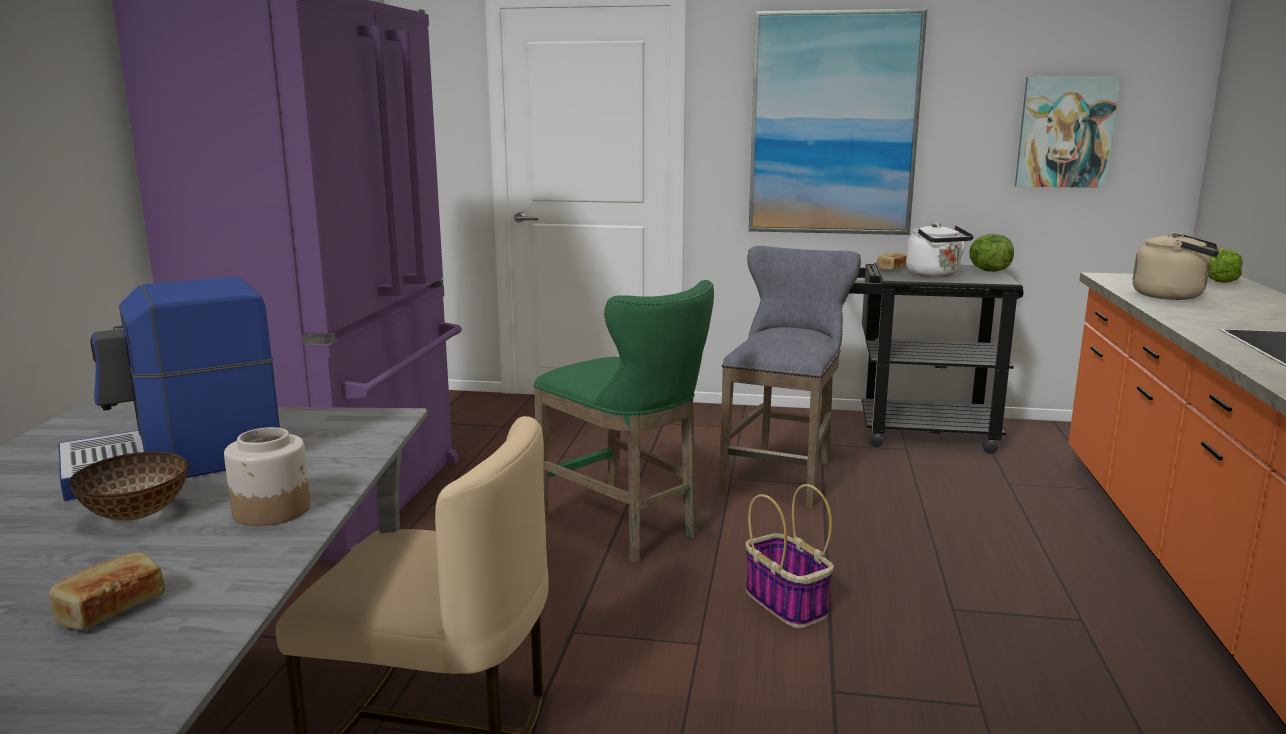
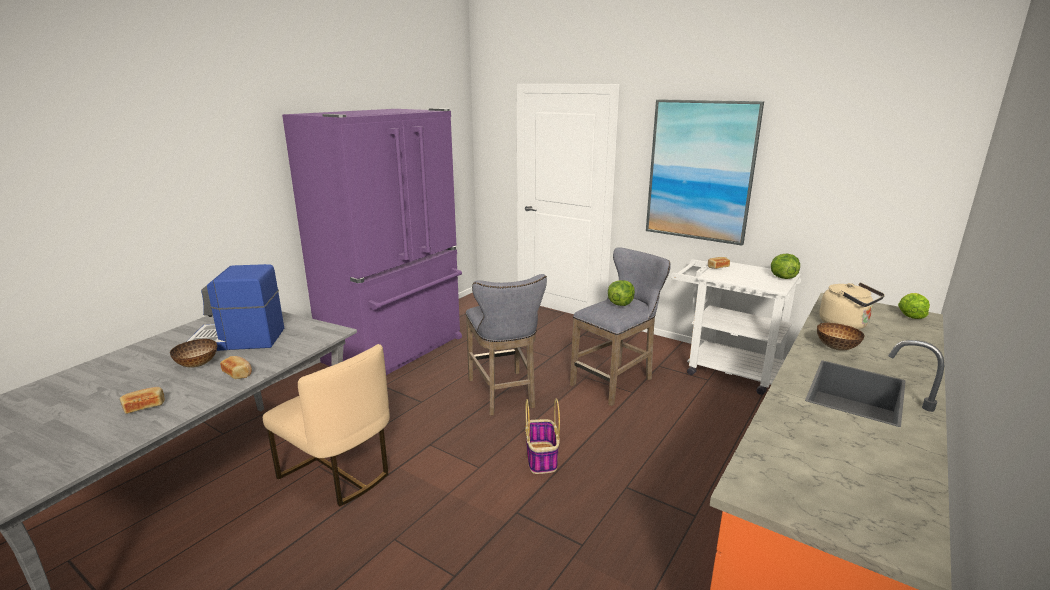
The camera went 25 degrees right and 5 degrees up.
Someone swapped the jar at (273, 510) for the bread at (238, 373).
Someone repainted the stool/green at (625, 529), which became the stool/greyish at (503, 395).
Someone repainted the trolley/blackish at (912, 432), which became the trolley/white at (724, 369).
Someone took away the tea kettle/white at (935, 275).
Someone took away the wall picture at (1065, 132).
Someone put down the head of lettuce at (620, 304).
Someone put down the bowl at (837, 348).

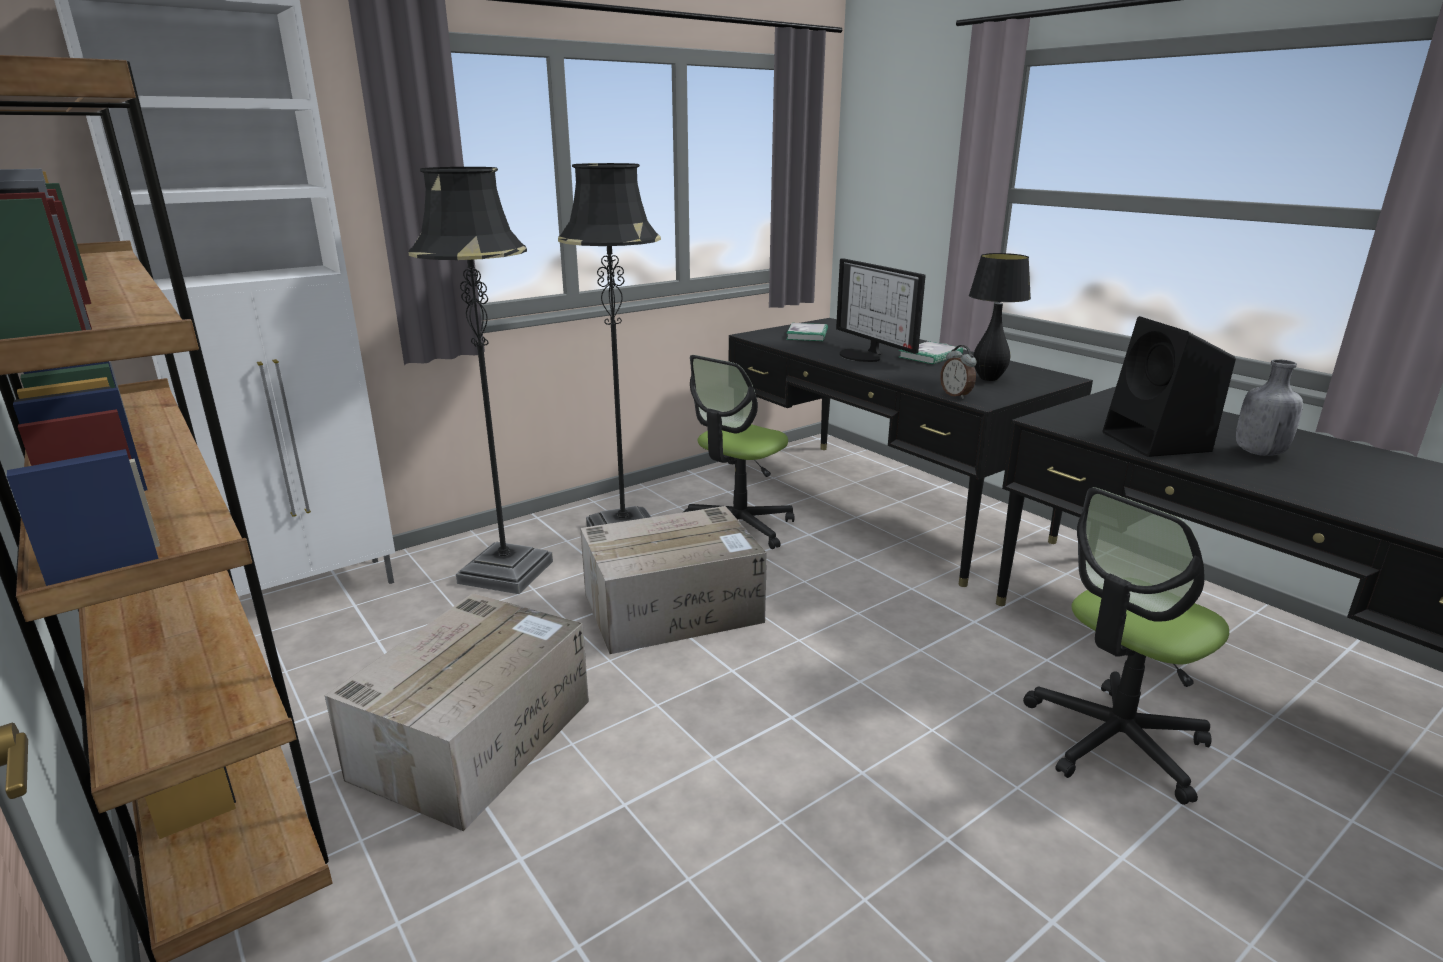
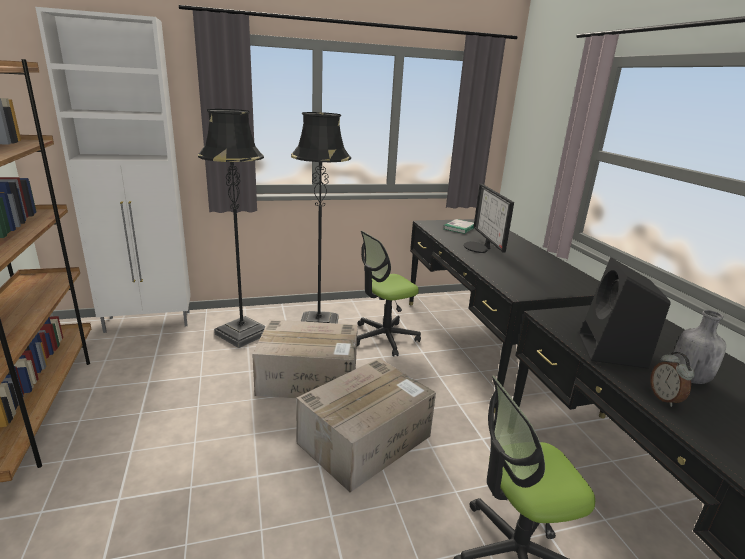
The camera went 20 degrees right and 0 degrees up.
Someone carried the packing box from (476, 736) to (365, 438).
Someone took away the bound book at (930, 356).
Someone carried the table clock from (956, 395) to (665, 398).
Someone took away the tabletop lamp/blackish at (988, 379).

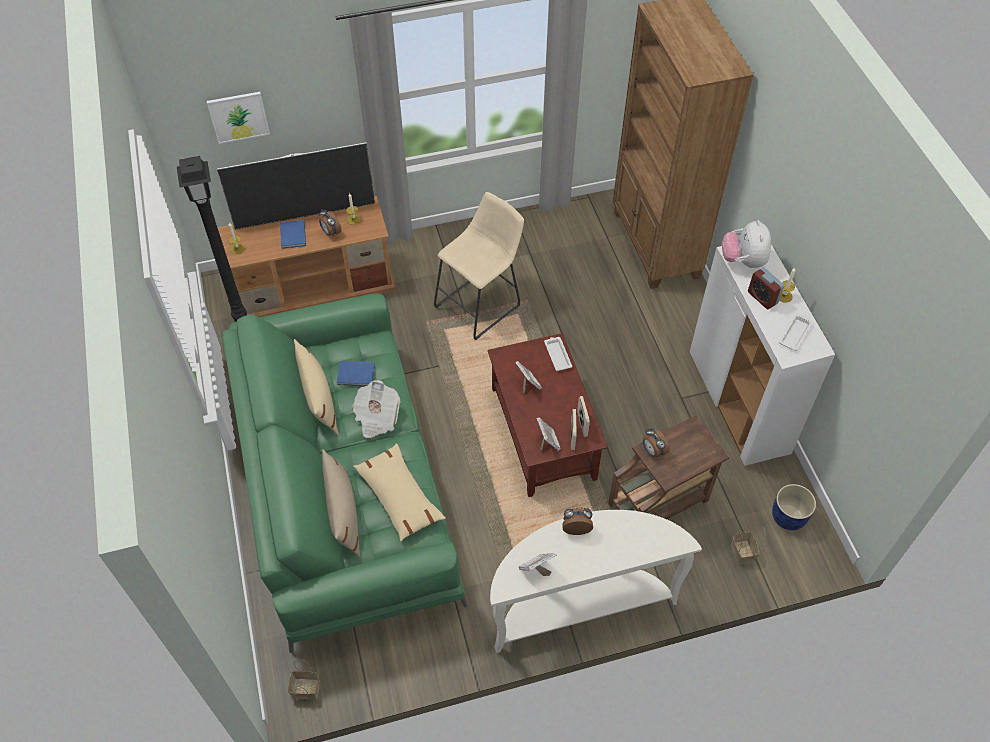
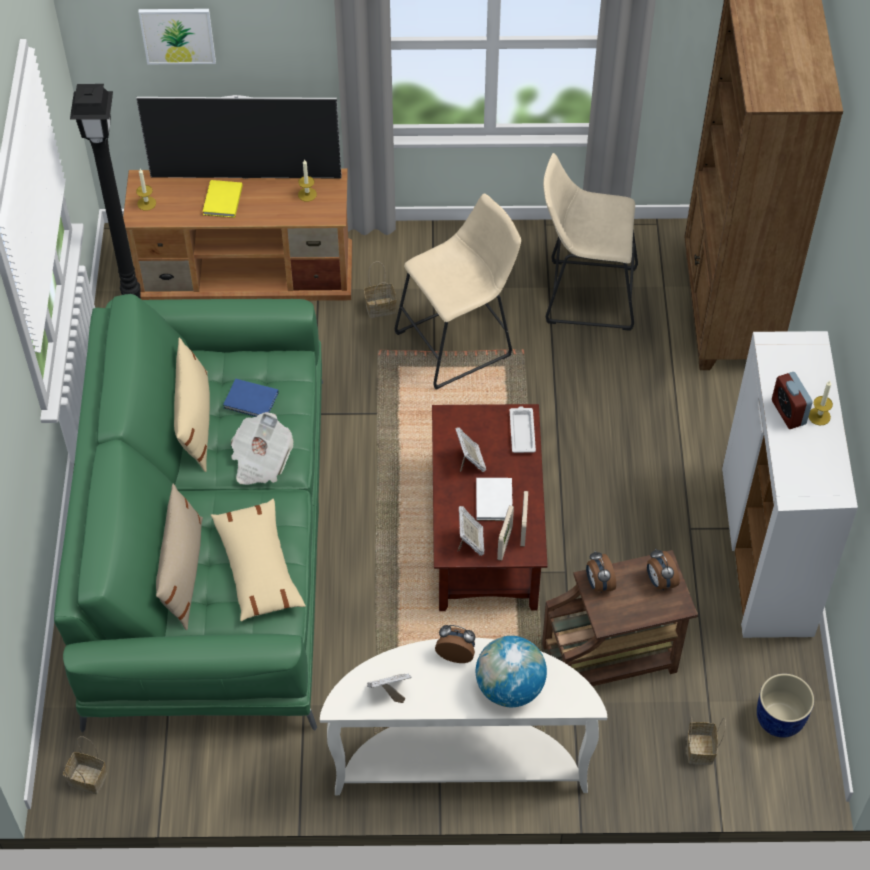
The camera went 15 degrees right and 0 degrees up.
Someone repainted the bound book/bluish at (292, 236), which became the bound book/yellow at (222, 201).
Someone carried the table clock from (330, 232) to (659, 581).
Someone took away the cuddly toy at (743, 261).
Someone took away the serving tray/white at (795, 333).
Someone put down the basket at (381, 307).
Someone put down the bound book/white at (495, 499).
Someone put down the desk globe at (509, 687).
Someone put down the stool/sand-coloured at (584, 294).

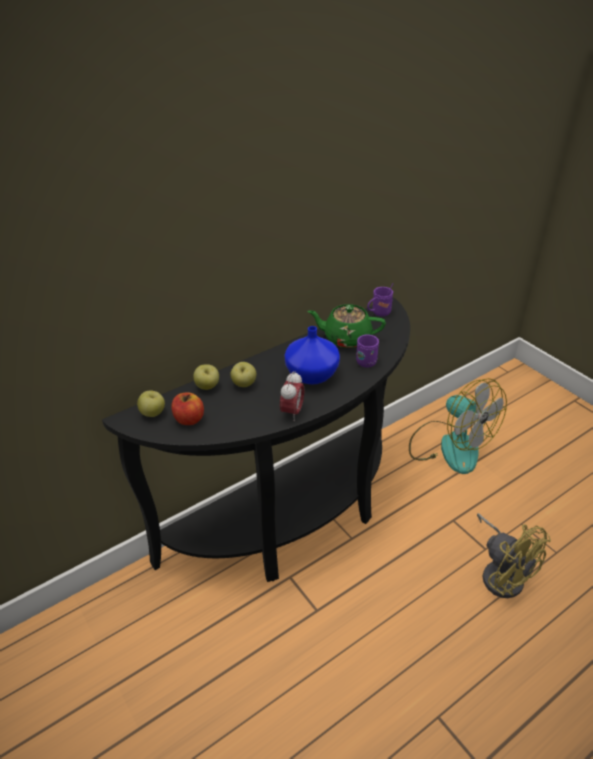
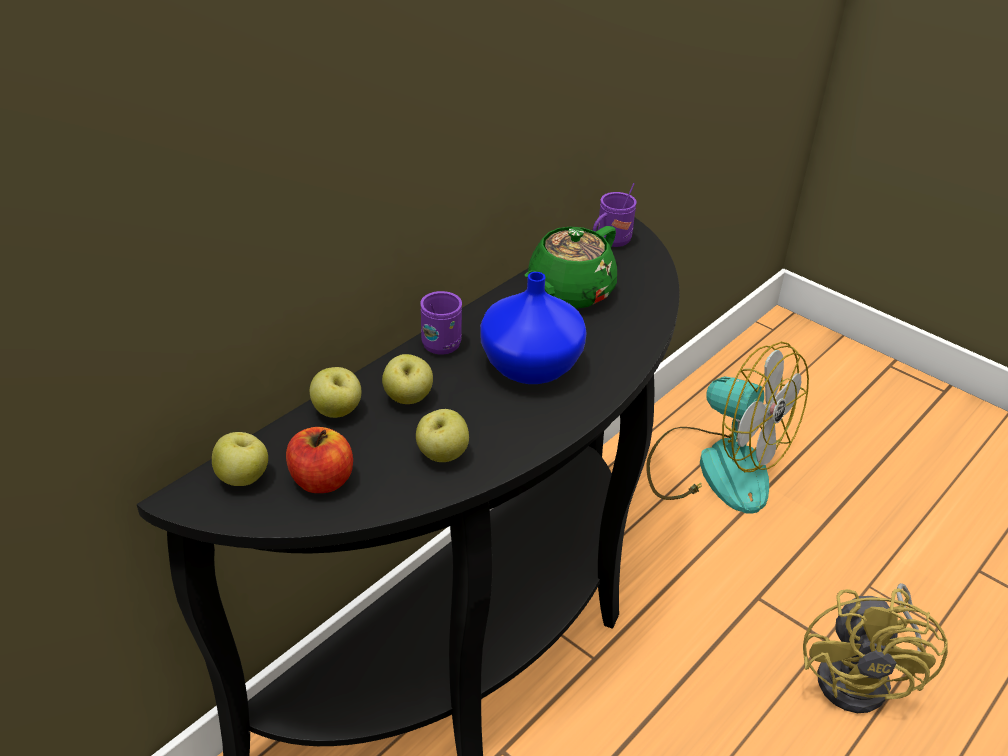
The camera went 15 degrees left and 0 degrees up.
Someone took away the table clock at (292, 412).
Someone rotated the pot for tea/green at (346, 338) by 45 degrees counterclockwise.
Someone carried the coffee mug/purplish from (368, 361) to (444, 342).
Someone rotated the cooling fan/yellow at (502, 573) by 60 degrees clockwise.
Someone put down the apple fruit at (442, 455).

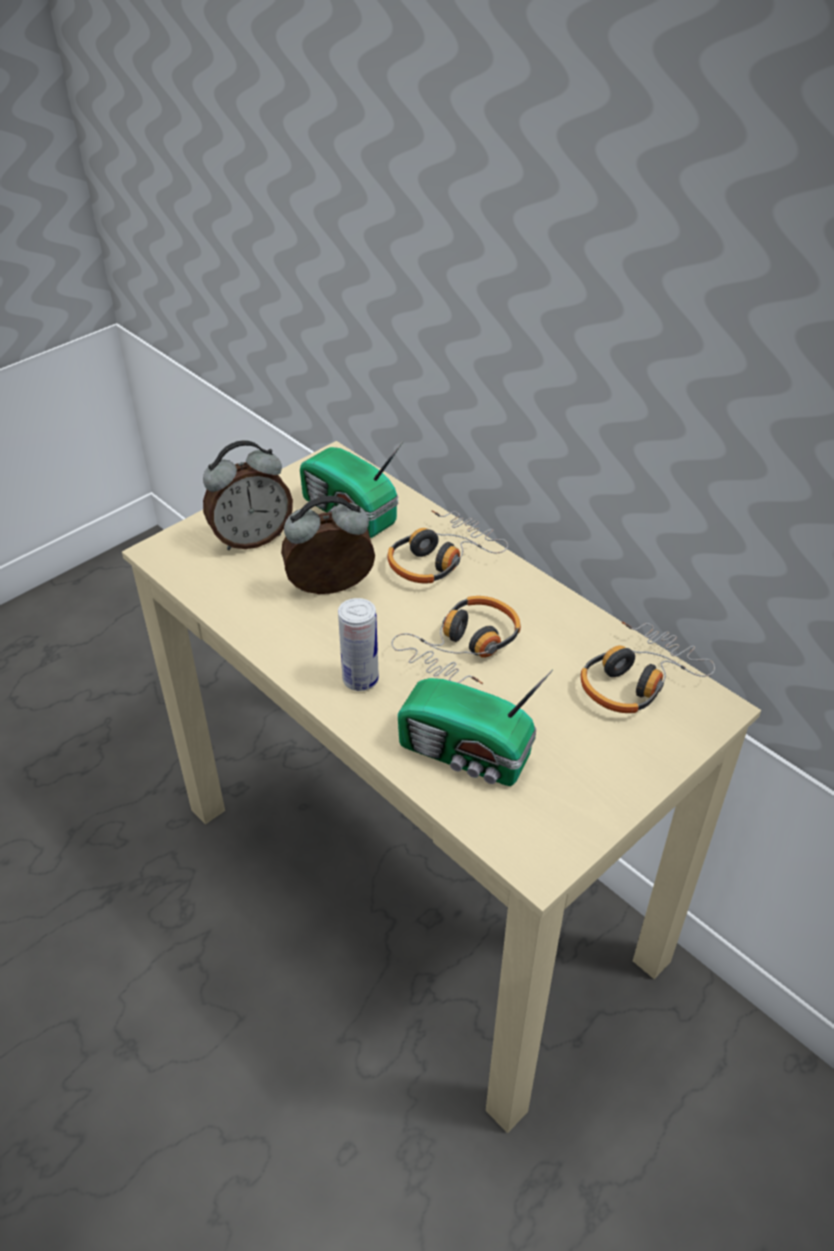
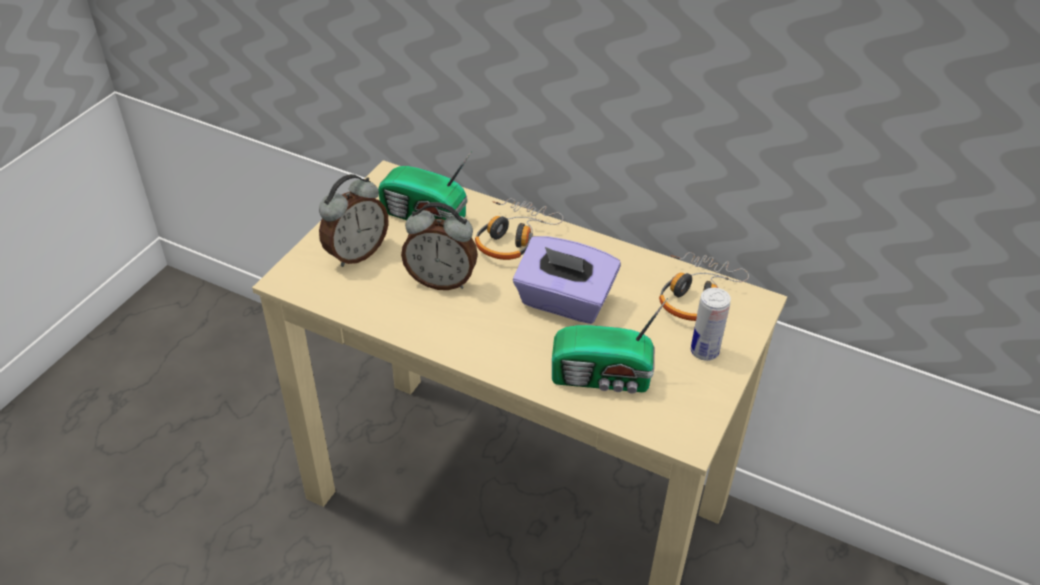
The camera went 20 degrees left and 0 degrees up.
Someone rotated the table clock at (331, 590) by 135 degrees counterclockwise.
Someone carried the can from (360, 679) to (704, 351).
Someone swapped the headset at (464, 649) for the box of tissues/purplish at (564, 301).

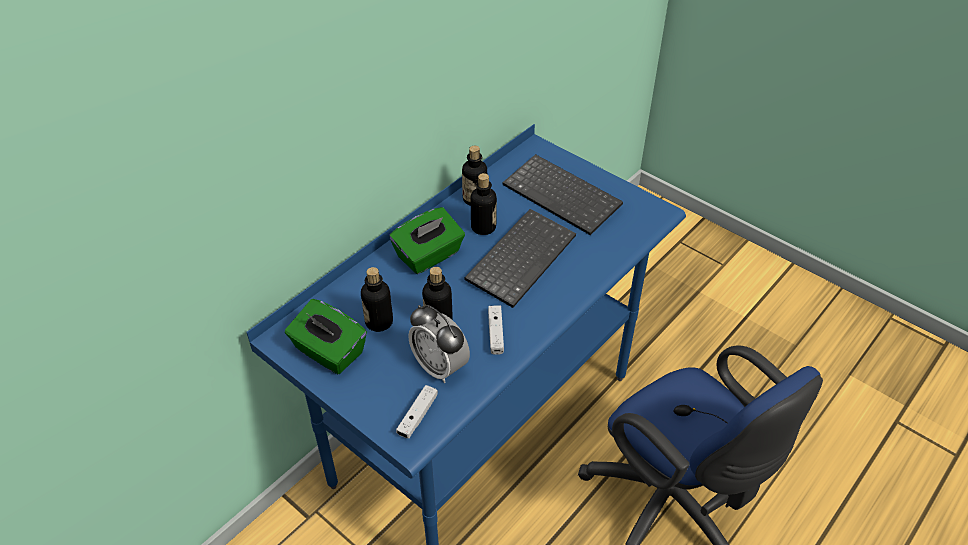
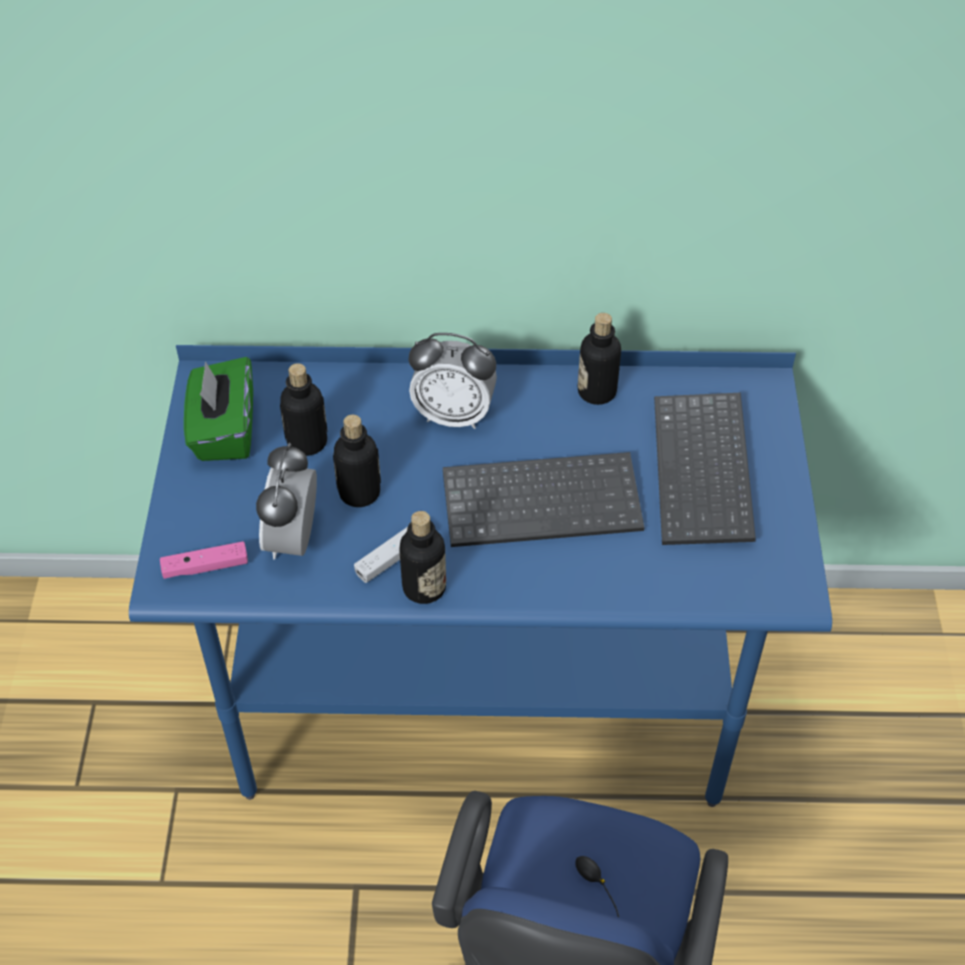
The camera went 50 degrees right and 5 degrees up.
Someone swapped the box of tissues/green at (429, 256) for the table clock at (453, 415).
Someone repainted the game controller/white at (417, 416), which became the game controller/pink-coloured at (205, 567).
Someone carried the drink bottle from (483, 227) to (424, 587).

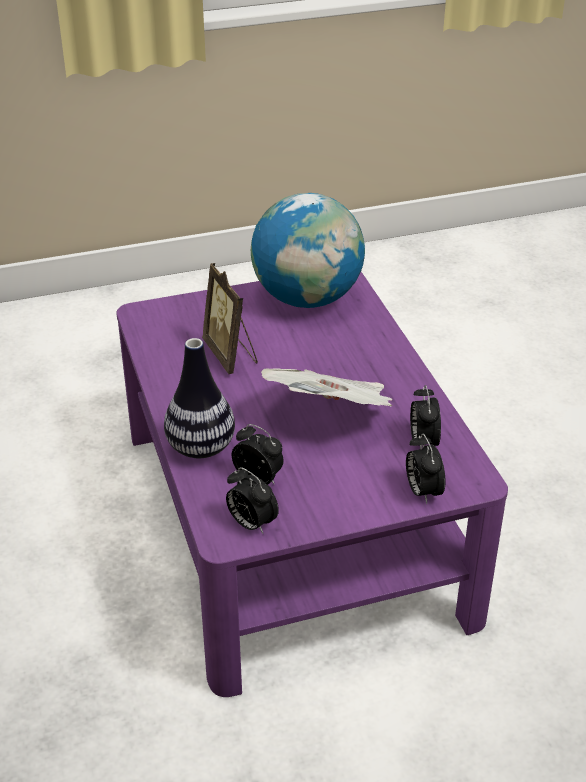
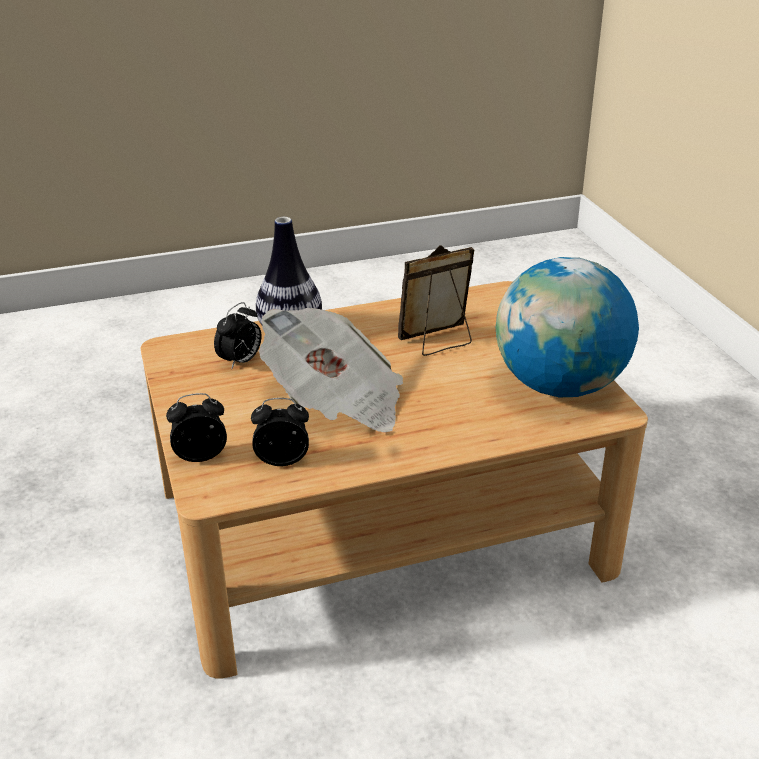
The camera went 90 degrees right and 5 degrees down.
Someone repainted the low table/purplish at (293, 521), which became the low table/sand-coloured at (380, 528).
Someone took away the table clock at (251, 524).

